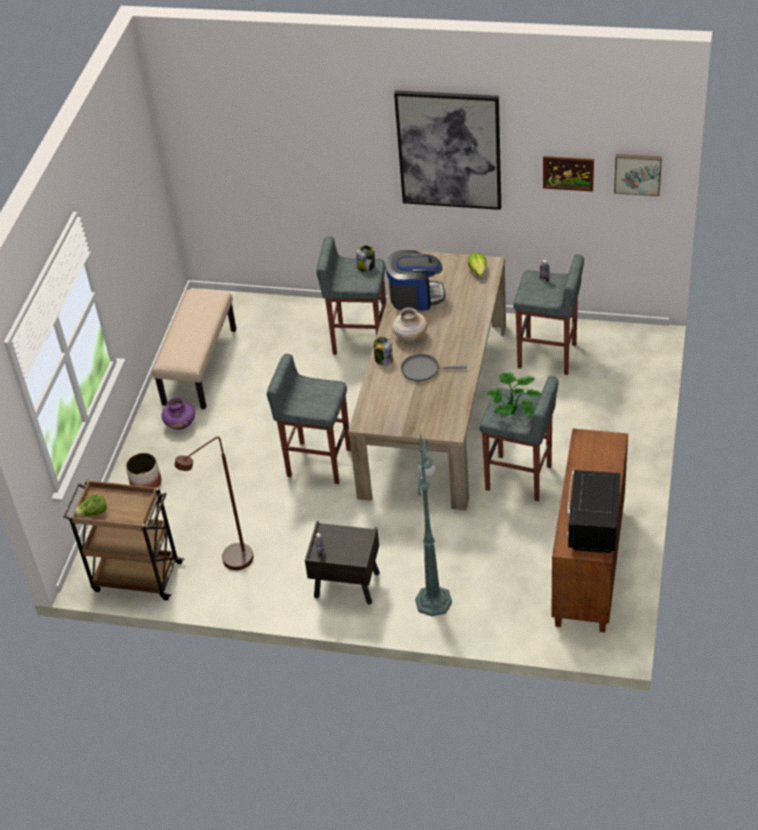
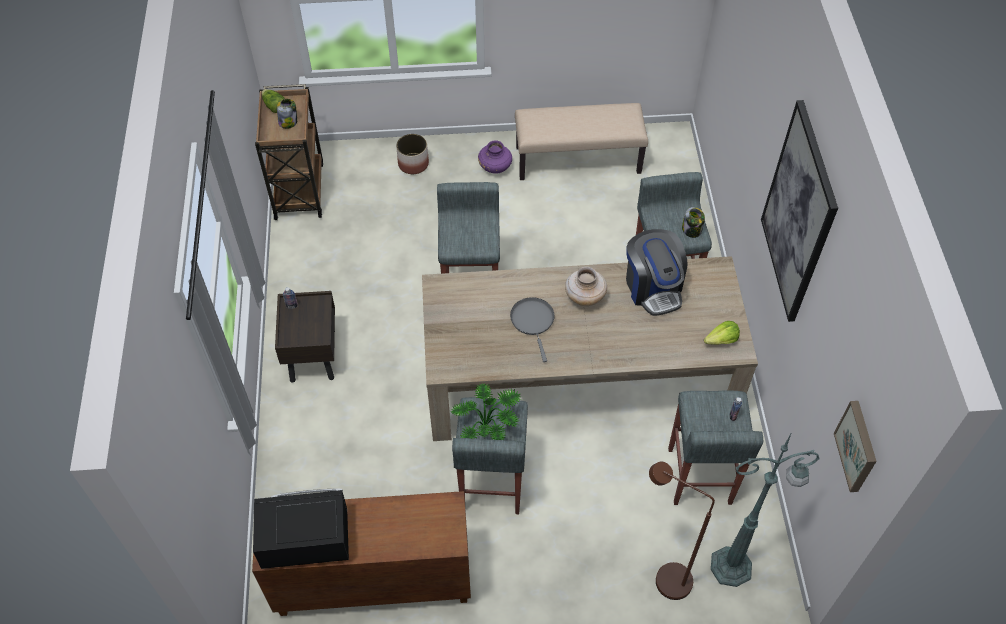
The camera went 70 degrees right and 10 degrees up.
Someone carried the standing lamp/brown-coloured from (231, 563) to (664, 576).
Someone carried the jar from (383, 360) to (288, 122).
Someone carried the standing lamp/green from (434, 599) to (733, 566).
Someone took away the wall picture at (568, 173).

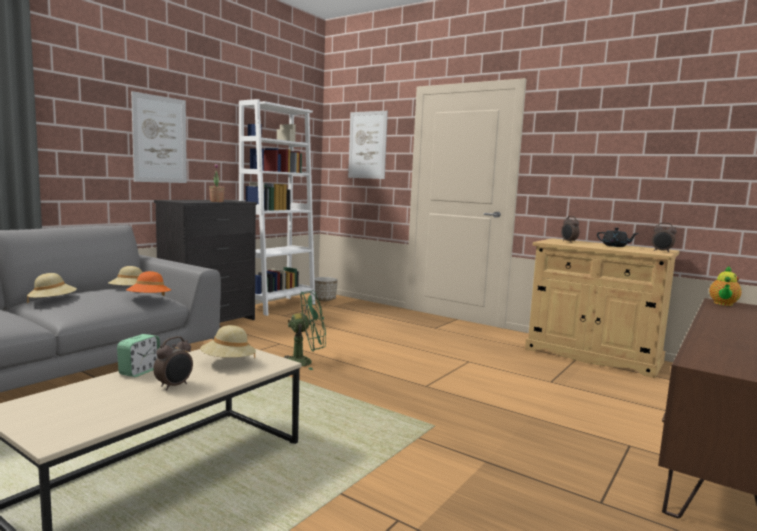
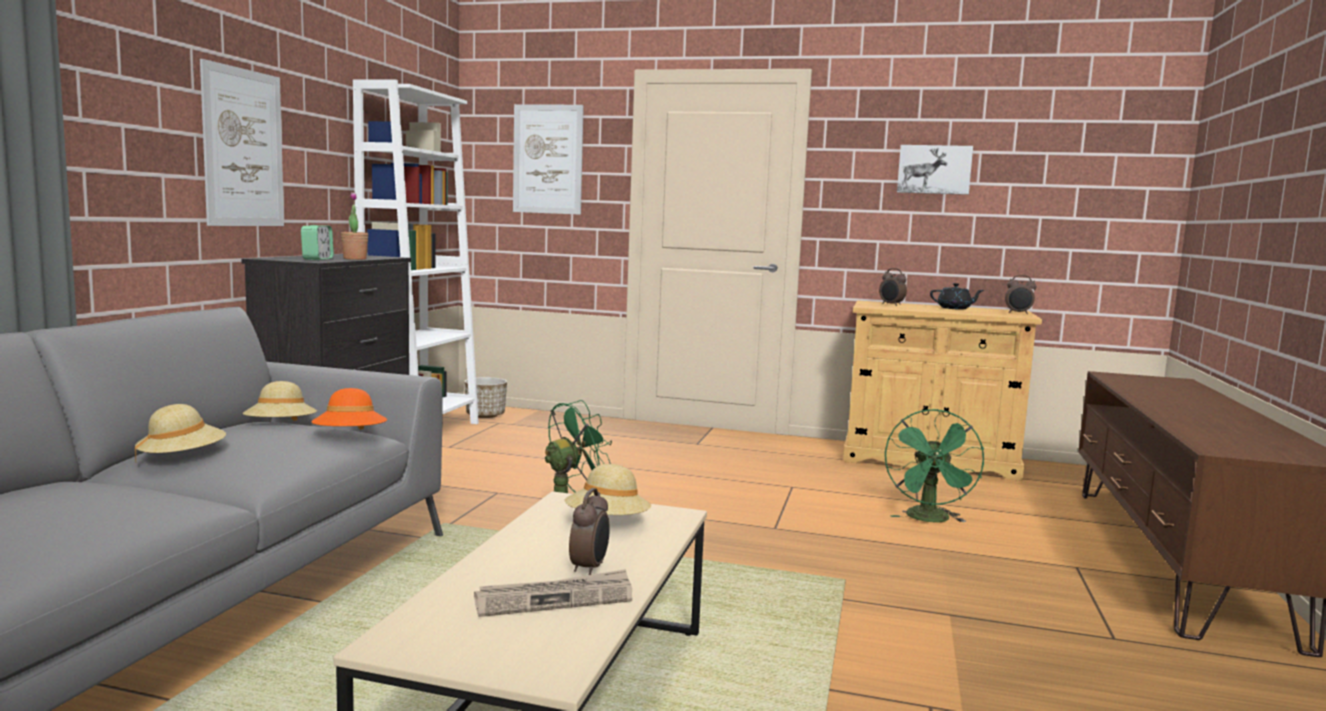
The camera went 20 degrees left and 0 degrees up.
Someone carried the table clock from (139, 371) to (317, 259).
Someone took away the pot for tea at (723, 304).
Someone put down the newspaper at (555, 598).
Someone put down the cooling fan/green at (930, 520).
Someone put up the wall picture at (934, 169).

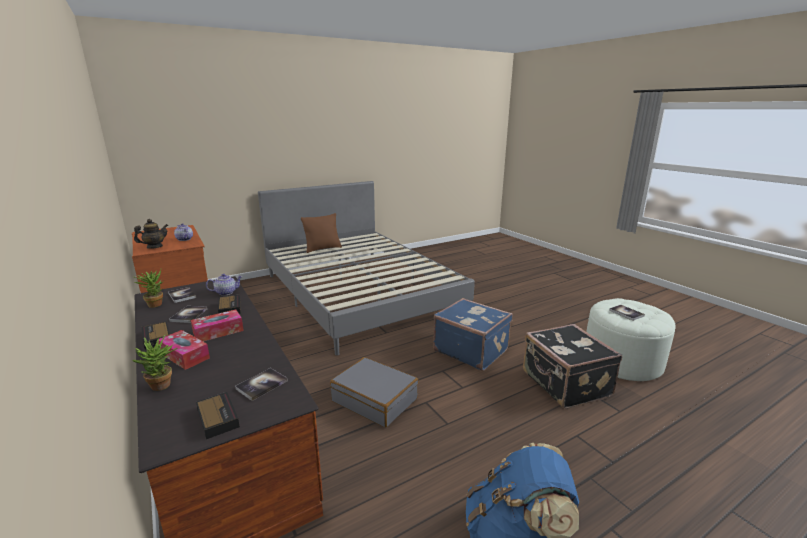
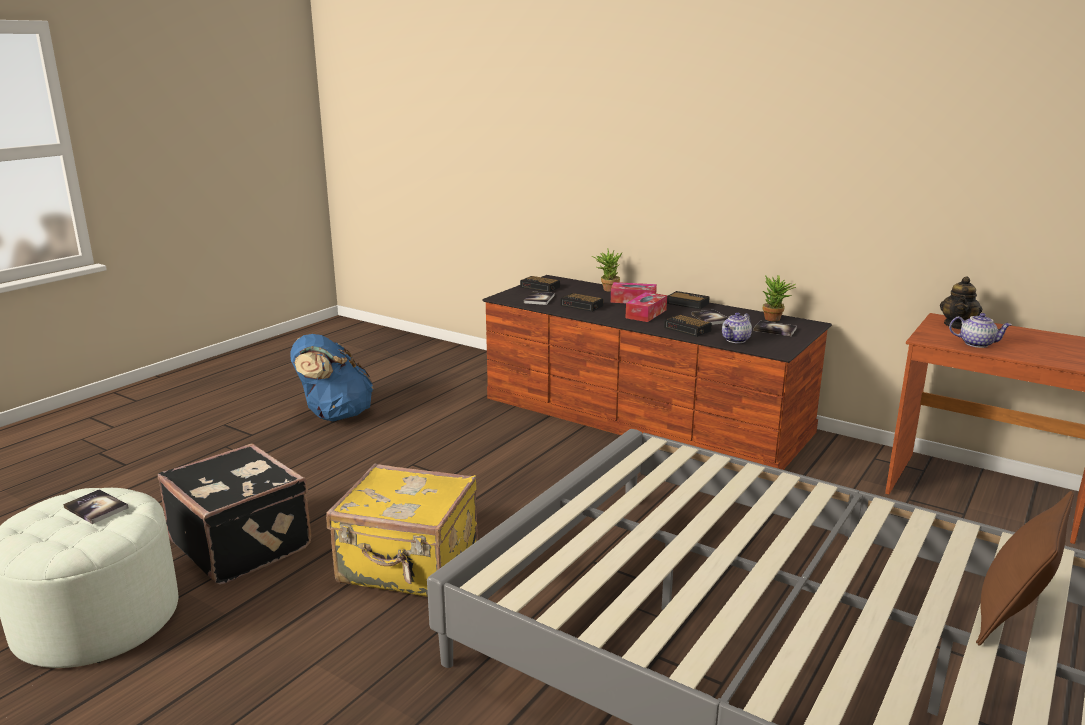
The camera went 155 degrees right and 0 degrees up.
Someone took away the travel case/greyish at (375, 400).
Someone repainted the travel case/bluish at (471, 350), which became the travel case/yellow at (409, 566).
Someone put down the table clock at (582, 306).

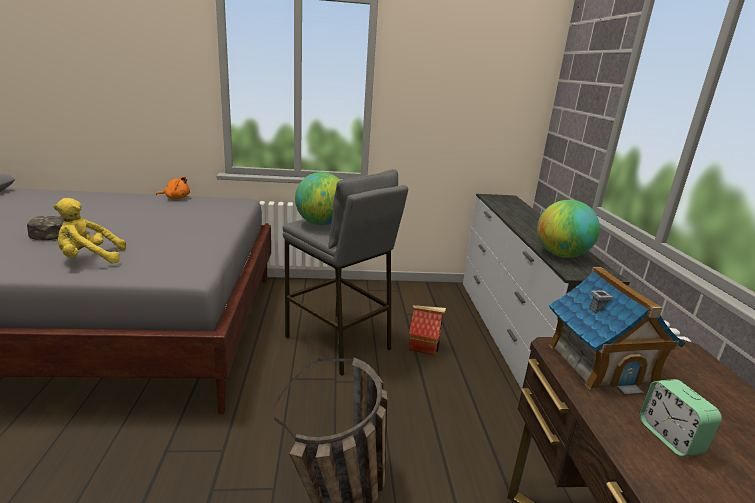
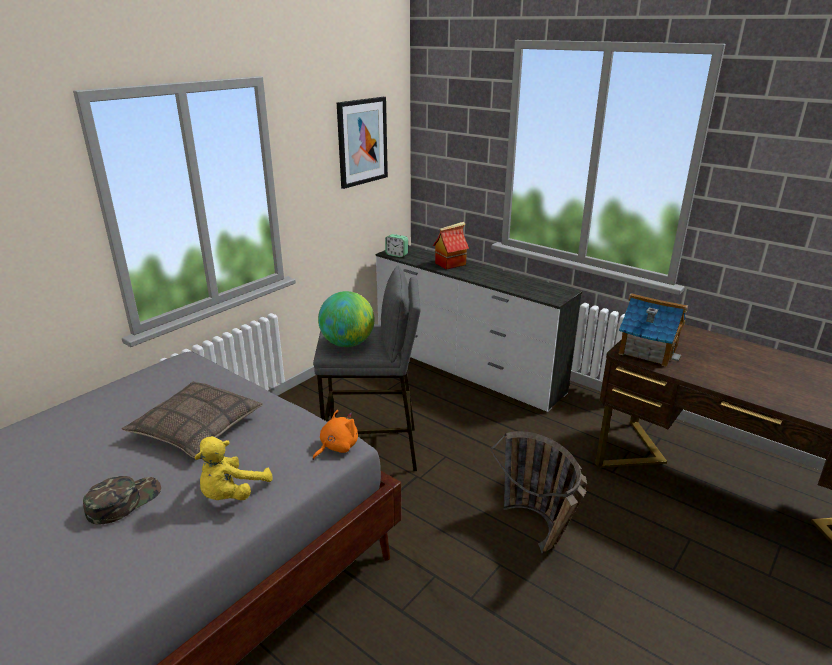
The camera went 45 degrees left and 5 degrees up.
Someone carried the cuddly toy/orange-coloured from (176, 198) to (337, 447).
Someone carried the model house from (424, 346) to (450, 264).
Someone took away the desk globe at (561, 255).
Someone carried the table clock from (669, 437) to (396, 255).
Someone put down the cushion at (196, 428).
Someone put up the wall picture at (362, 142).

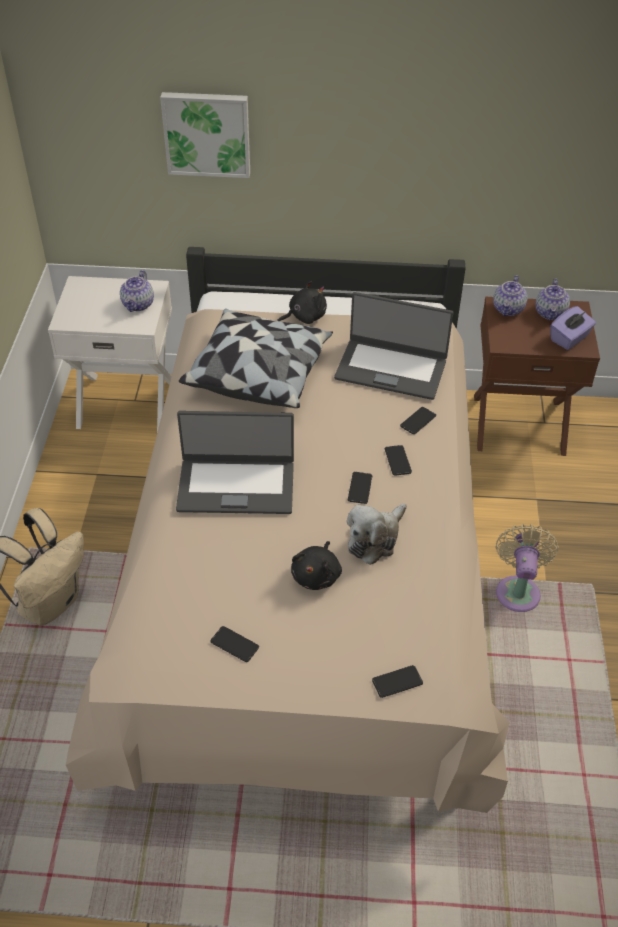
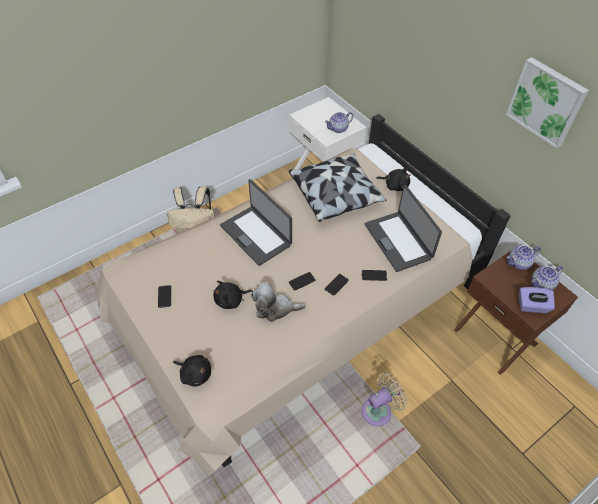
The camera went 50 degrees right and 5 degrees up.
Someone carried the wall picture from (207, 133) to (546, 102).
Someone swapped the handset at (397, 682) for the cuddly toy/blackish at (195, 374).

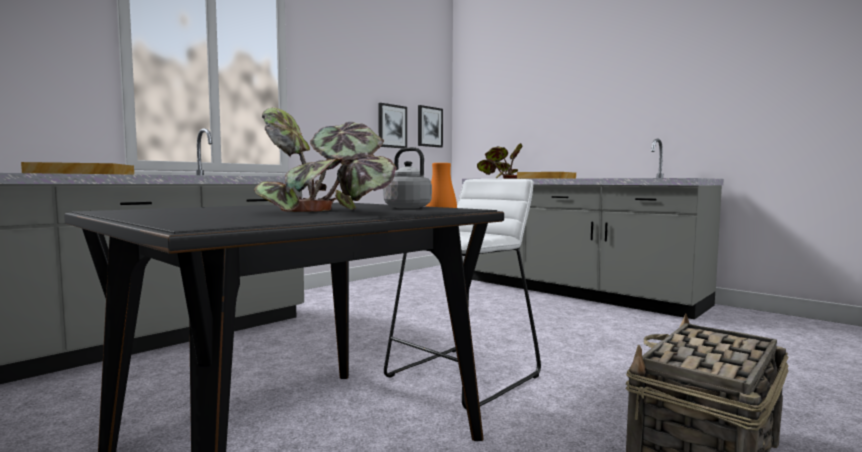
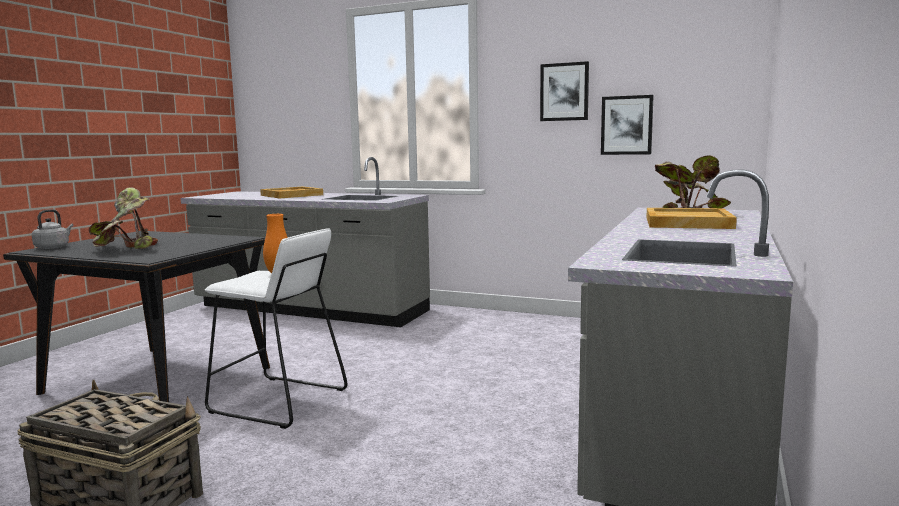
The camera went 70 degrees right and 5 degrees up.
Someone carried the tea kettle/greyish from (405, 207) to (53, 247).
Someone carried the wall picture from (429, 127) to (564, 92).

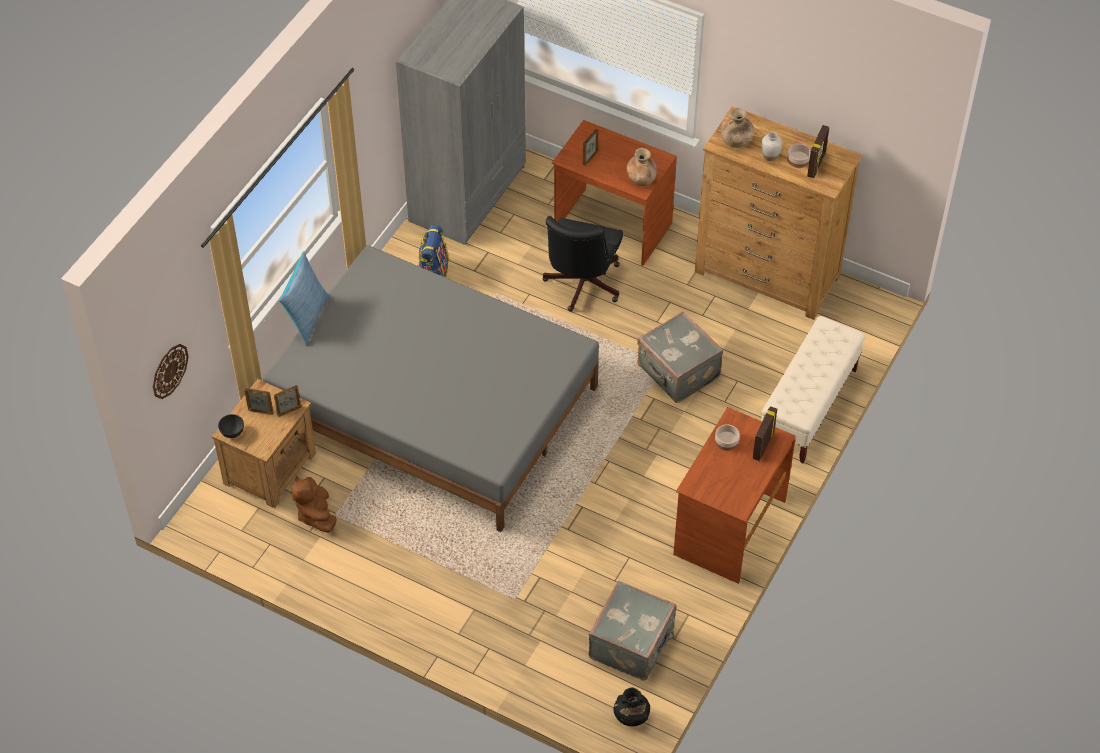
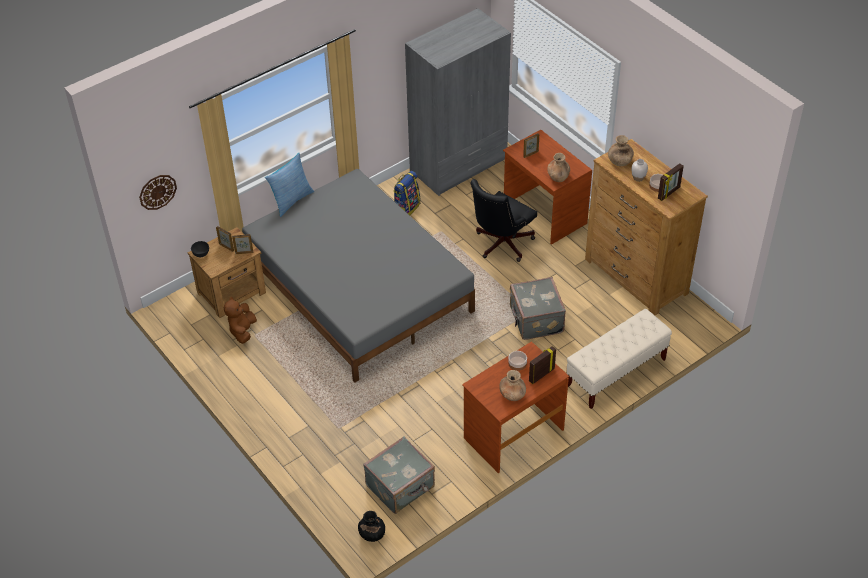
The camera went 25 degrees right and 5 degrees down.
Someone put down the vase/brown-coloured at (512, 395).

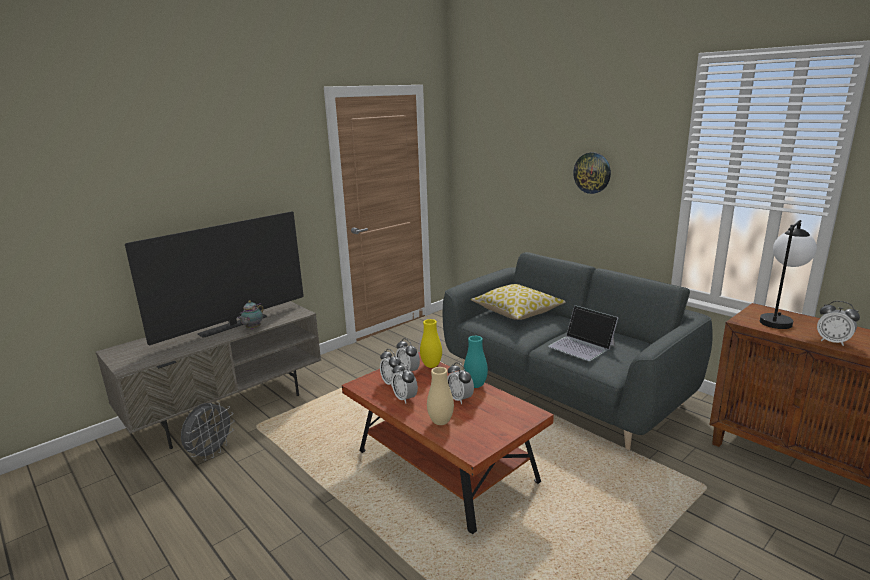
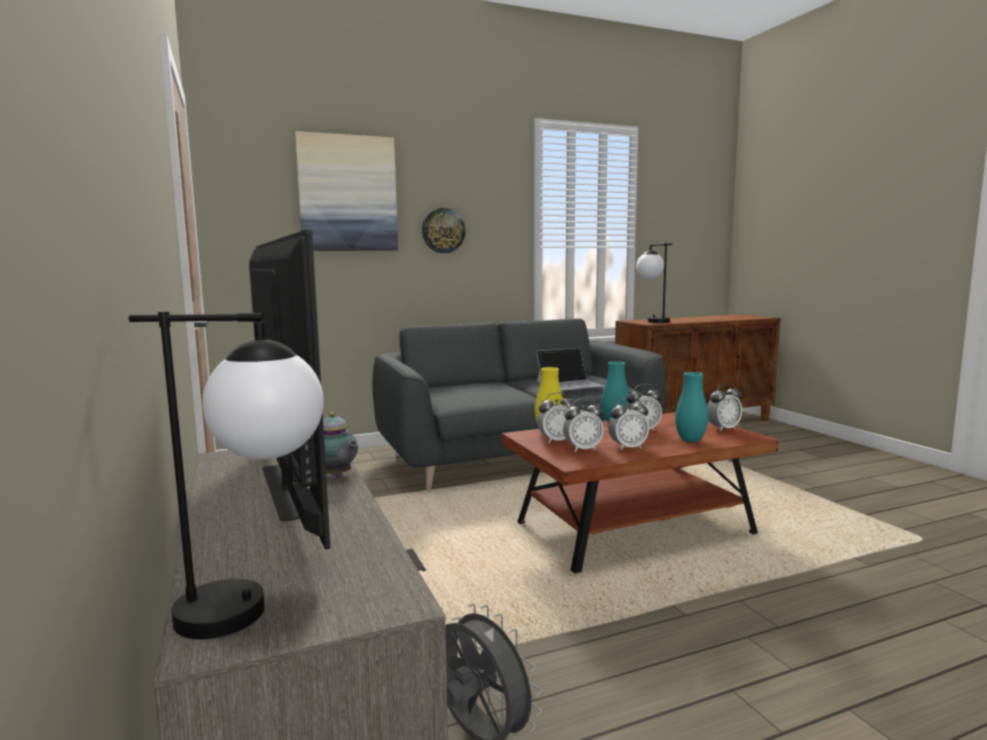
The camera went 70 degrees left and 10 degrees down.
Someone repainted the vase/sand-coloured at (440, 422), which became the vase/blue-green at (690, 440).
Someone took away the cushion at (517, 312).
Someone carried the table clock from (833, 341) to (723, 429).
Someone put down the tabletop lamp at (256, 613).
Someone put up the wall picture at (347, 194).

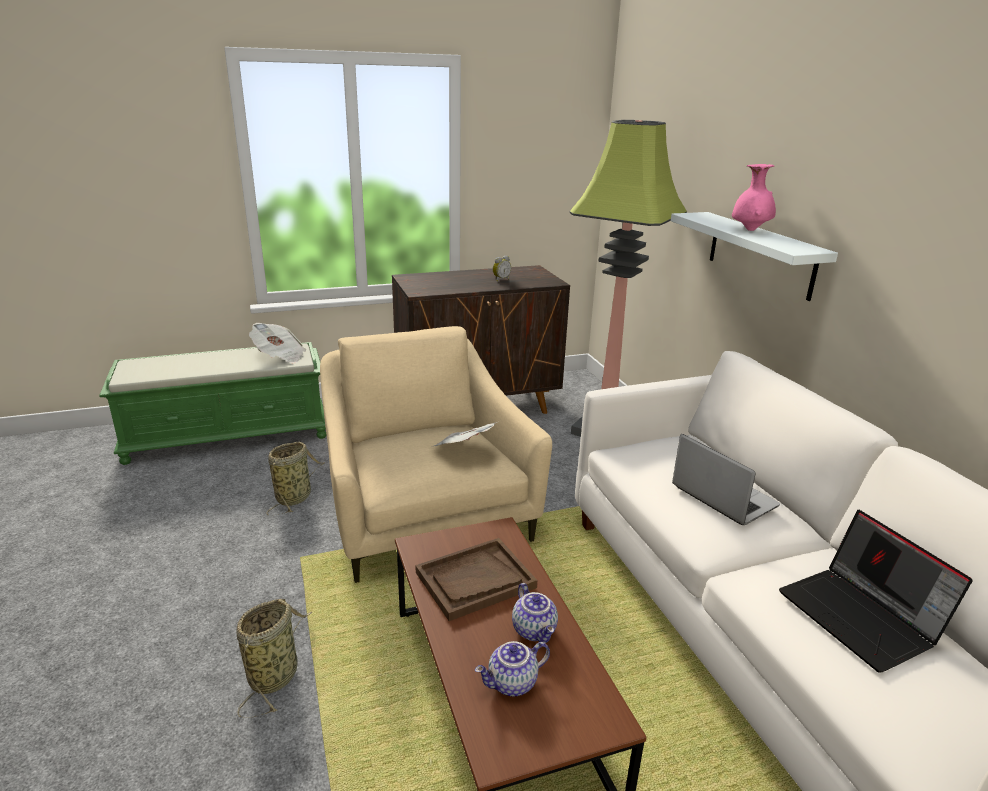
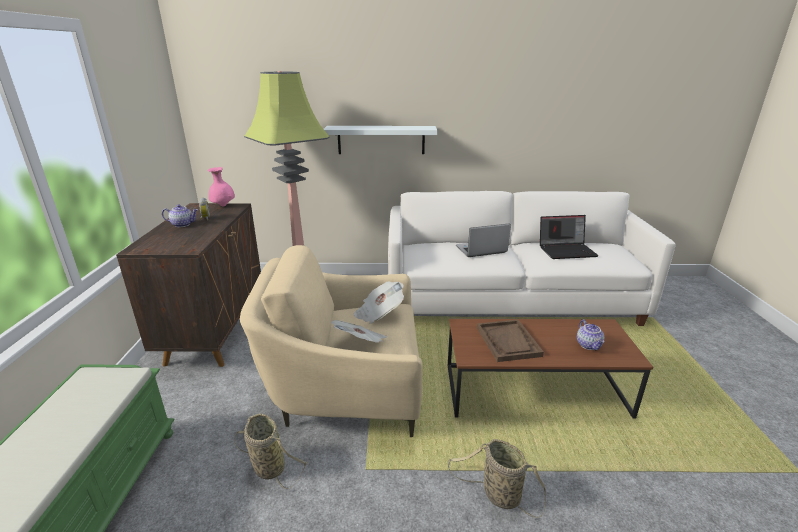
The camera went 70 degrees left and 0 degrees up.
Someone carried the newspaper from (280, 356) to (361, 343).
Someone carried the pot for tea from (535, 630) to (183, 224).
Someone carried the vase/pink-coloured from (750, 230) to (223, 206).

